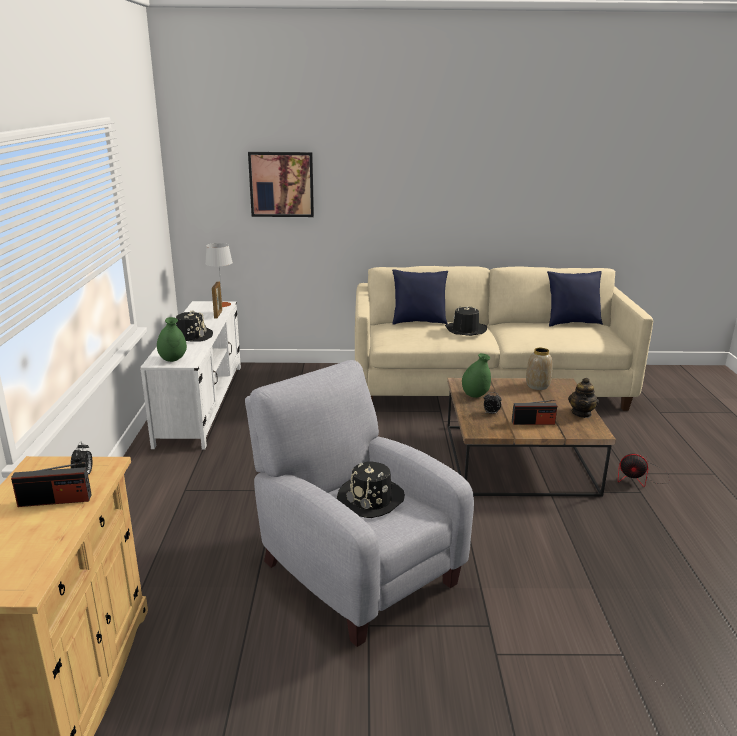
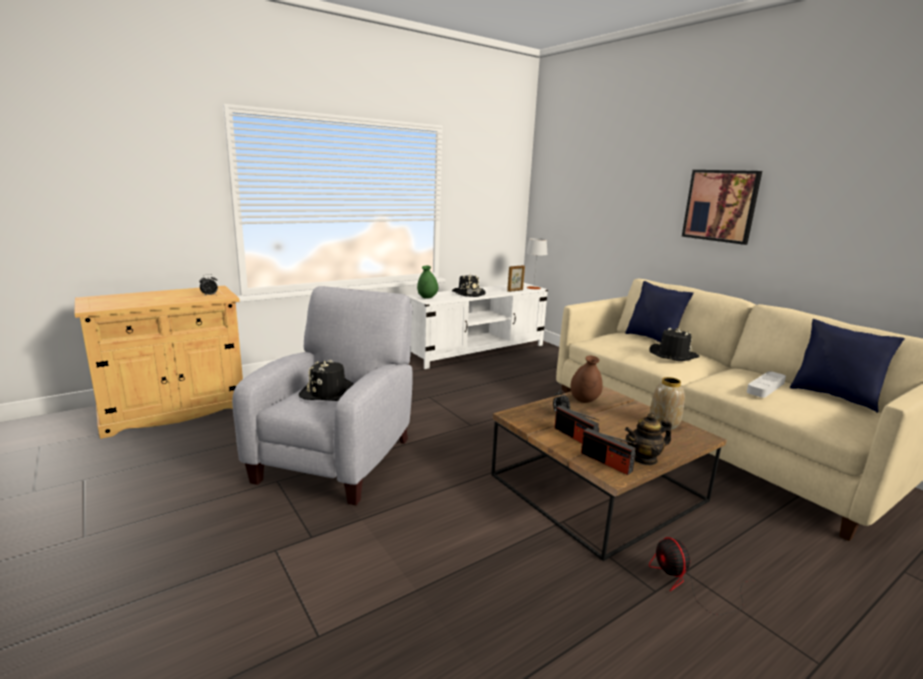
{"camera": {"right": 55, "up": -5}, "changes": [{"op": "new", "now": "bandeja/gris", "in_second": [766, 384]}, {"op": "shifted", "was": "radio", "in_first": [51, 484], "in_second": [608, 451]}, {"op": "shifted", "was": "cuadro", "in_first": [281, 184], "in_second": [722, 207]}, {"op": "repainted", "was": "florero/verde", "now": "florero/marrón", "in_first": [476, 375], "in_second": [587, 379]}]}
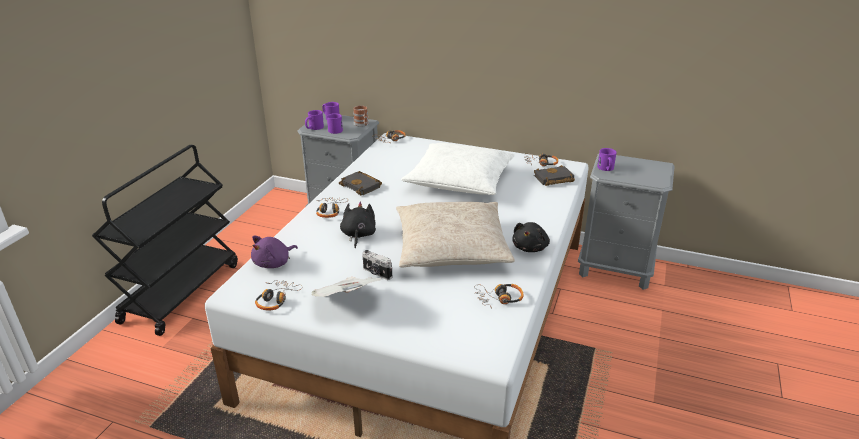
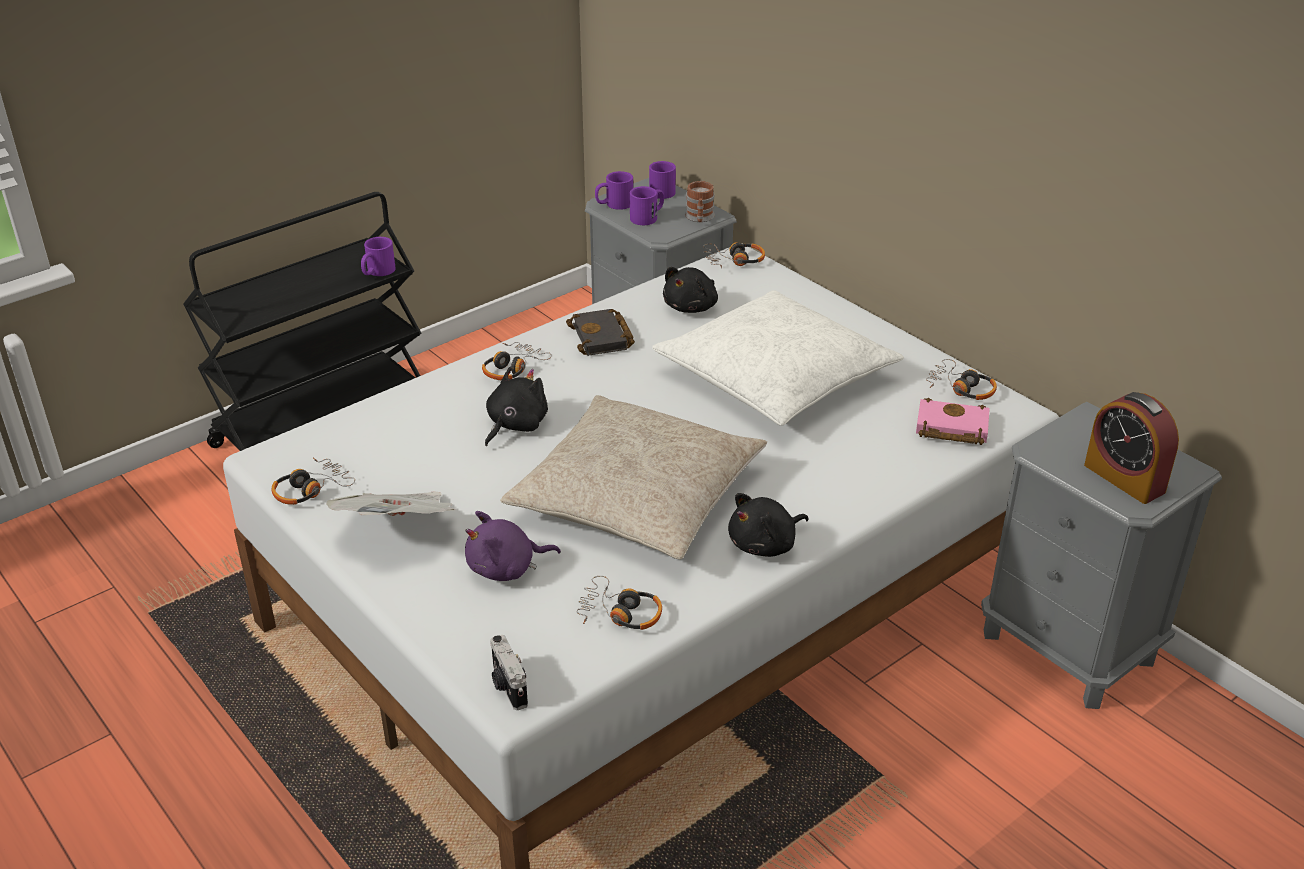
{"camera": {"right": 30, "up": 5}, "changes": [{"op": "new", "now": "peluche/negro", "in_second": [690, 290]}, {"op": "new", "now": "despertador", "in_second": [1131, 448]}, {"op": "shifted", "was": "peluche/morado", "in_first": [274, 252], "in_second": [513, 546]}, {"op": "shifted", "was": "cámara", "in_first": [377, 265], "in_second": [509, 672]}, {"op": "shifted", "was": "taza grande/morado", "in_first": [607, 159], "in_second": [378, 256]}, {"op": "repainted", "was": "libro/negro", "now": "libro/rosa", "in_first": [554, 175], "in_second": [953, 421]}]}
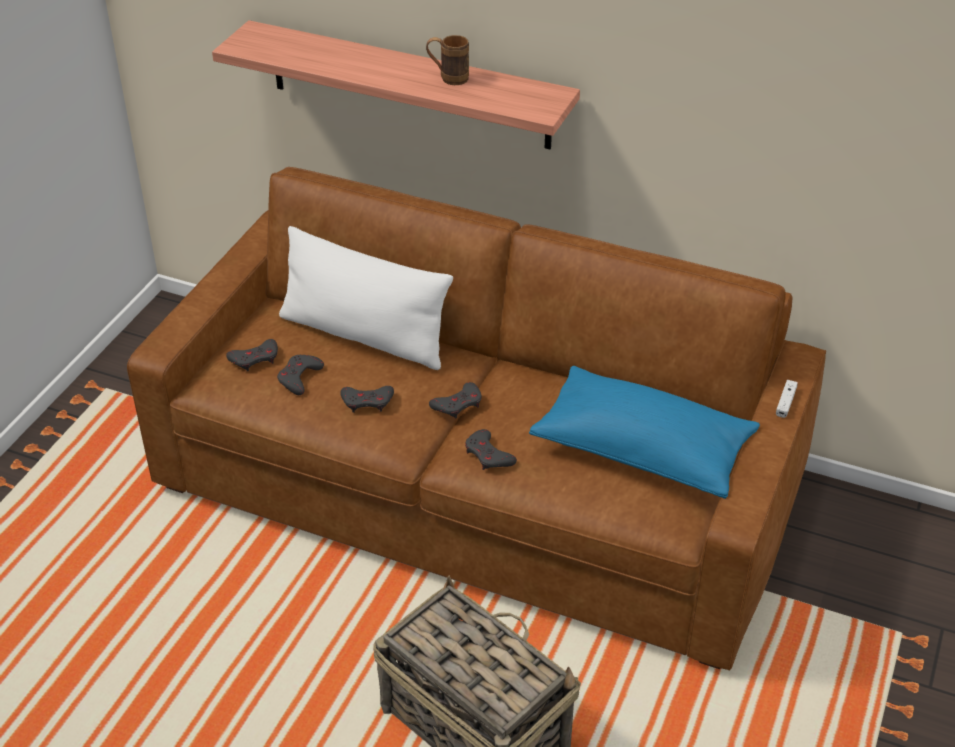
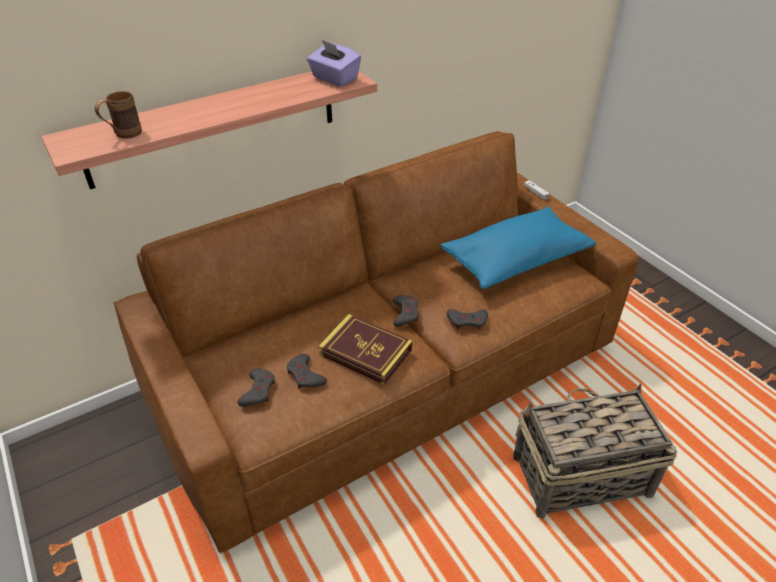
{"camera": {"right": -55, "up": 0}, "changes": [{"op": "gone", "was": "cojín/blanco", "in_first": [366, 298]}, {"op": "new", "now": "caja de pañuelos/morado", "in_second": [334, 63]}, {"op": "shifted", "was": "taza grande/marrón", "in_first": [447, 60], "in_second": [118, 115]}, {"op": "swapped", "was": "mando de consola/gris", "now": "libro", "in_first": [367, 399], "in_second": [365, 349]}]}
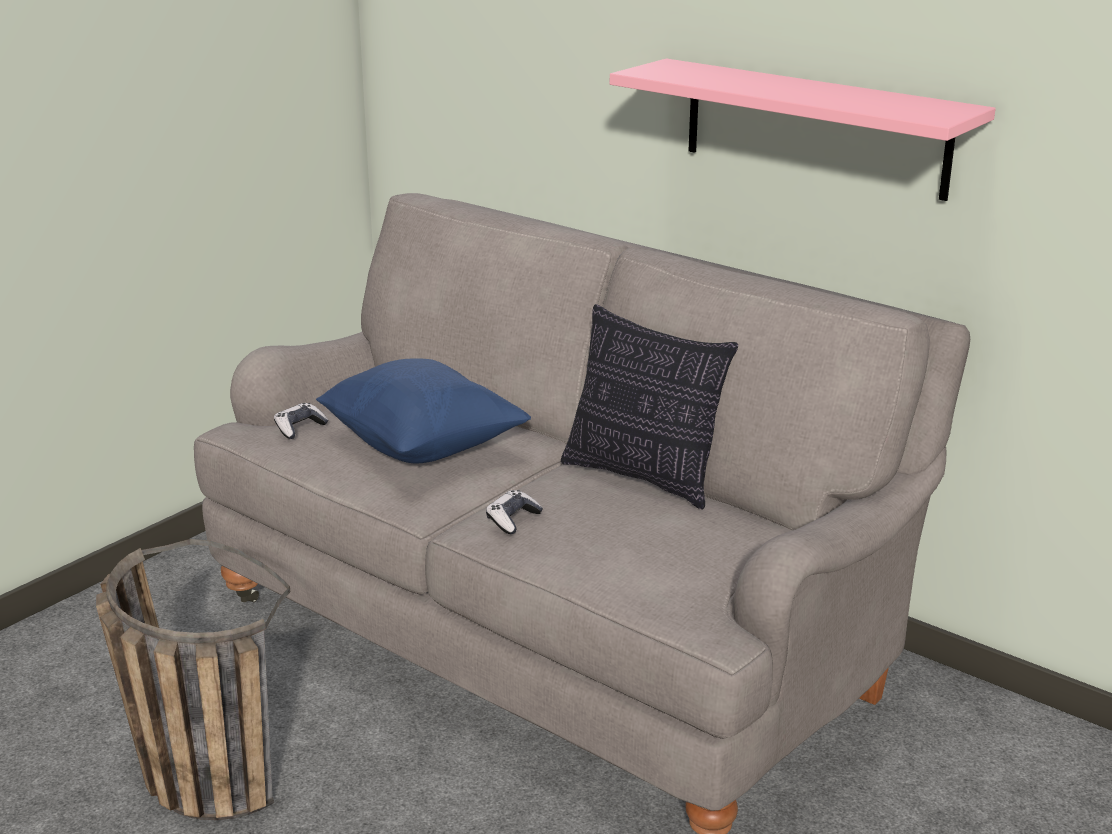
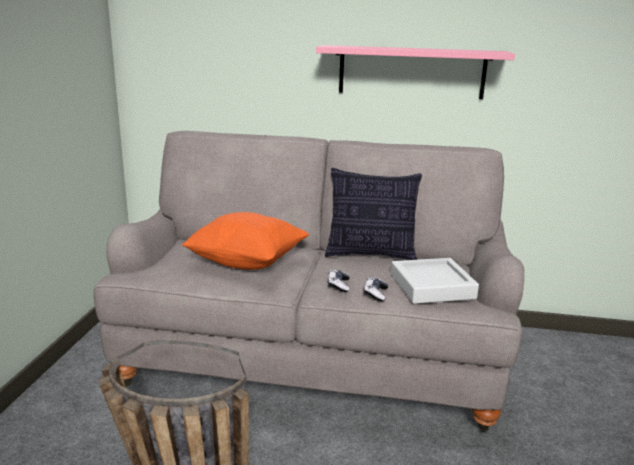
{"camera": {"right": -30, "up": -5}, "changes": [{"op": "new", "now": "bandeja/gris", "in_second": [435, 281]}, {"op": "shifted", "was": "mando de consola", "in_first": [301, 421], "in_second": [376, 289]}, {"op": "repainted", "was": "cojín/azul", "now": "cojín/naranja", "in_first": [423, 411], "in_second": [245, 241]}]}
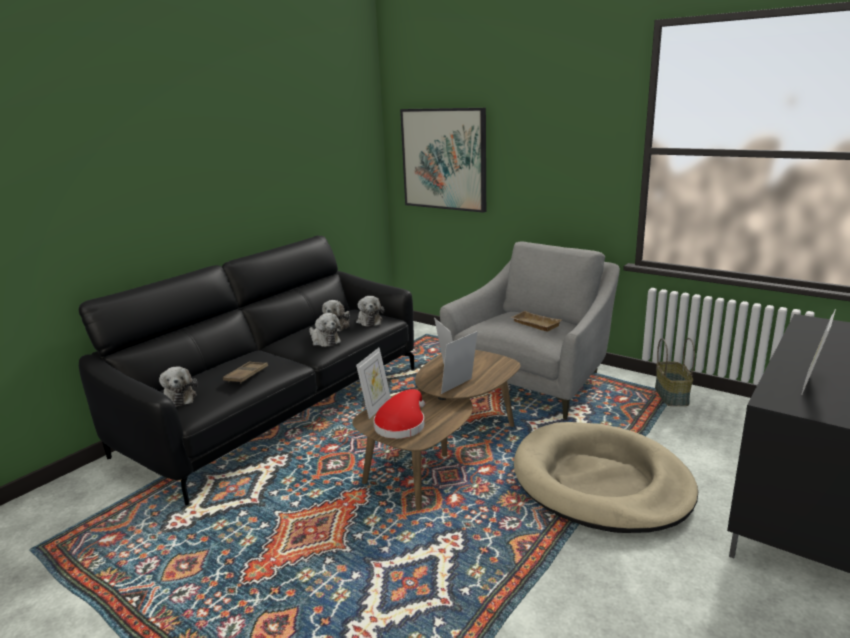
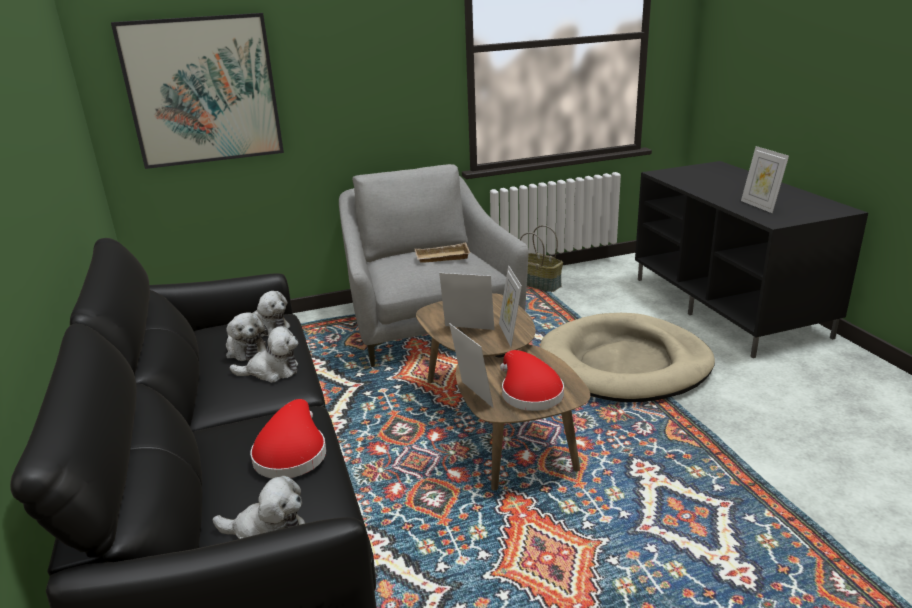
{"camera": {"right": -55, "up": 5}, "changes": [{"op": "swapped", "was": "bandeja/marrón", "now": "sombrero/rojo", "in_first": [245, 372], "in_second": [288, 439]}]}
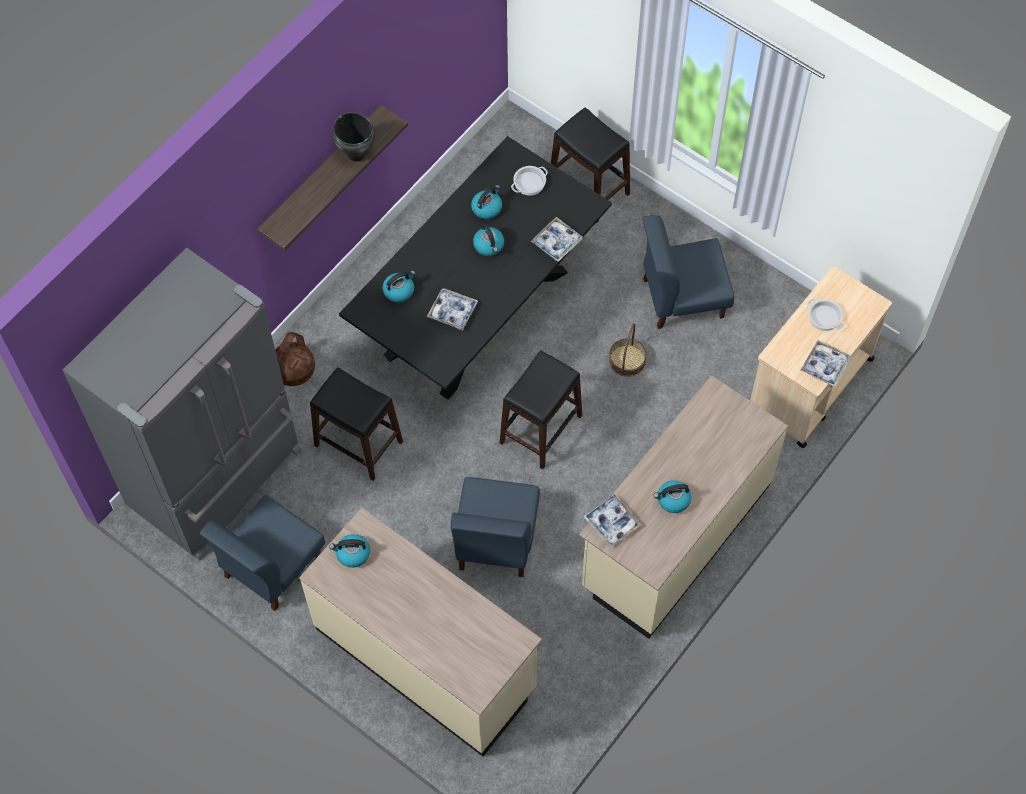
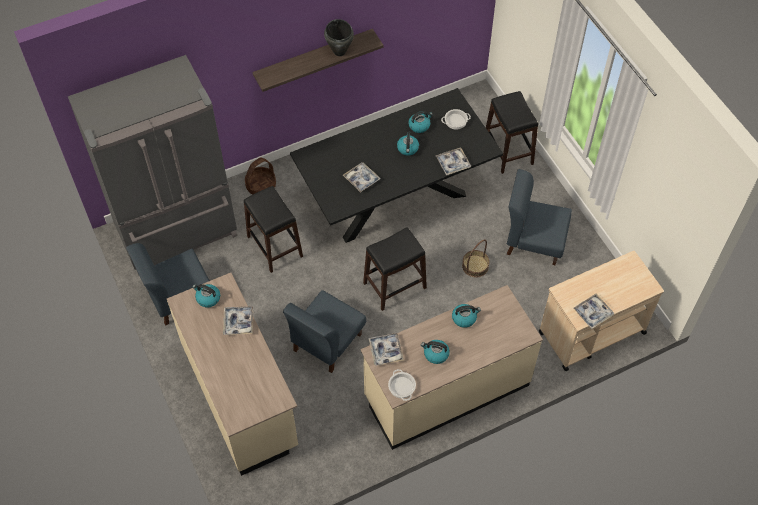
{"camera": {"right": 25, "up": -5}, "changes": [{"op": "new", "now": "bandeja", "in_second": [238, 320]}, {"op": "shifted", "was": "hervidor", "in_first": [399, 287], "in_second": [466, 316]}, {"op": "shifted", "was": "olla", "in_first": [825, 315], "in_second": [402, 385]}]}
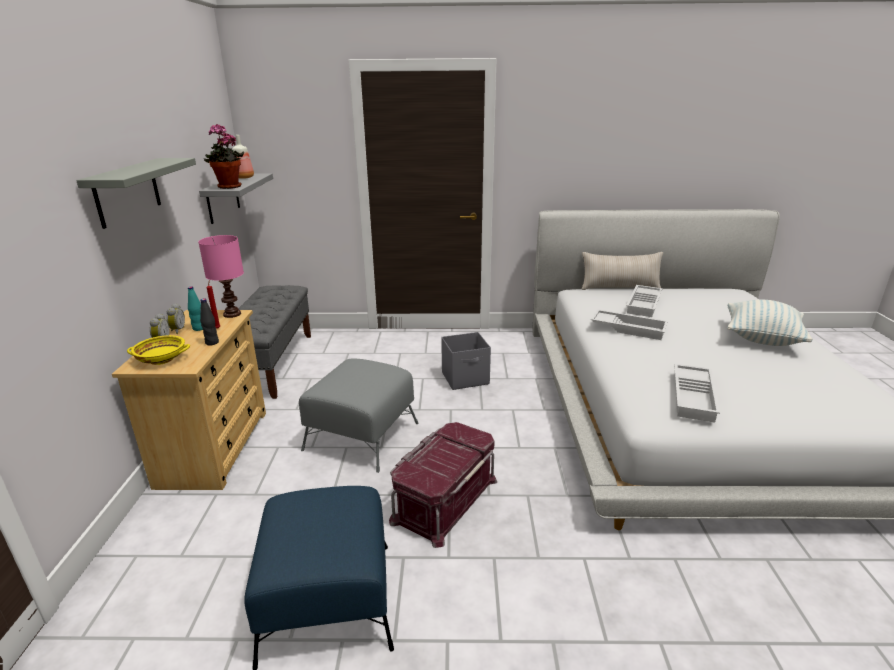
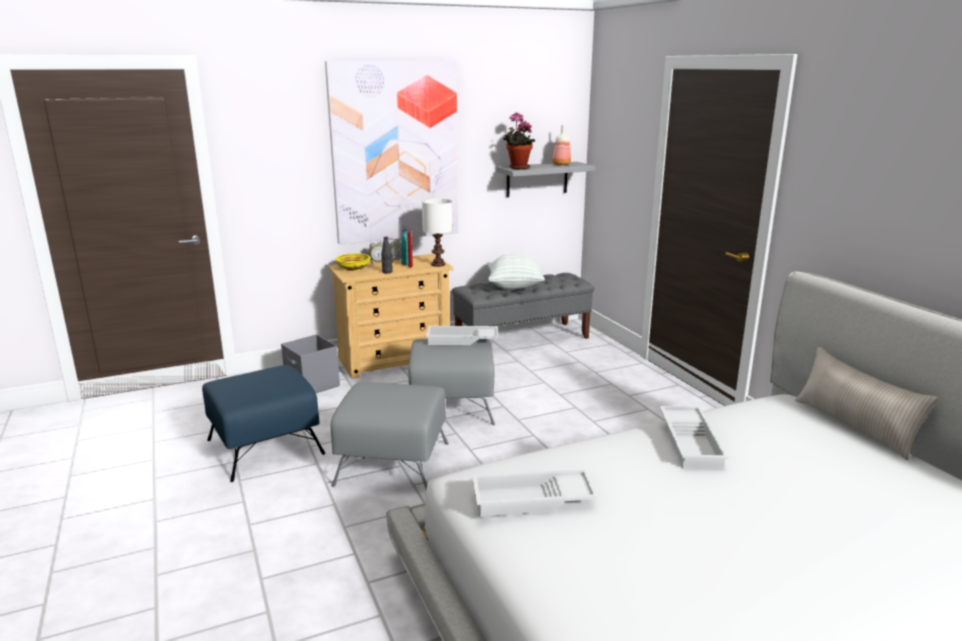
{"camera": {"right": 65, "up": -5}, "changes": [{"op": "shifted", "was": "caja de almacenaje/gris", "in_first": [466, 361], "in_second": [310, 364]}, {"op": "shifted", "was": "bandeja/blanco", "in_first": [644, 301], "in_second": [462, 335]}, {"op": "shifted", "was": "cojín", "in_first": [769, 323], "in_second": [516, 272]}, {"op": "swapped", "was": "estante/gris", "now": "cuadro", "in_first": [136, 193], "in_second": [392, 153]}, {"op": "swapped", "was": "caja de almacenaje/rojo", "now": "puf/gris", "in_first": [443, 485], "in_second": [390, 436]}, {"op": "repainted", "was": "lámpara de mesa/rosa", "now": "lámpara de mesa/blanco", "in_first": [221, 276], "in_second": [437, 233]}]}
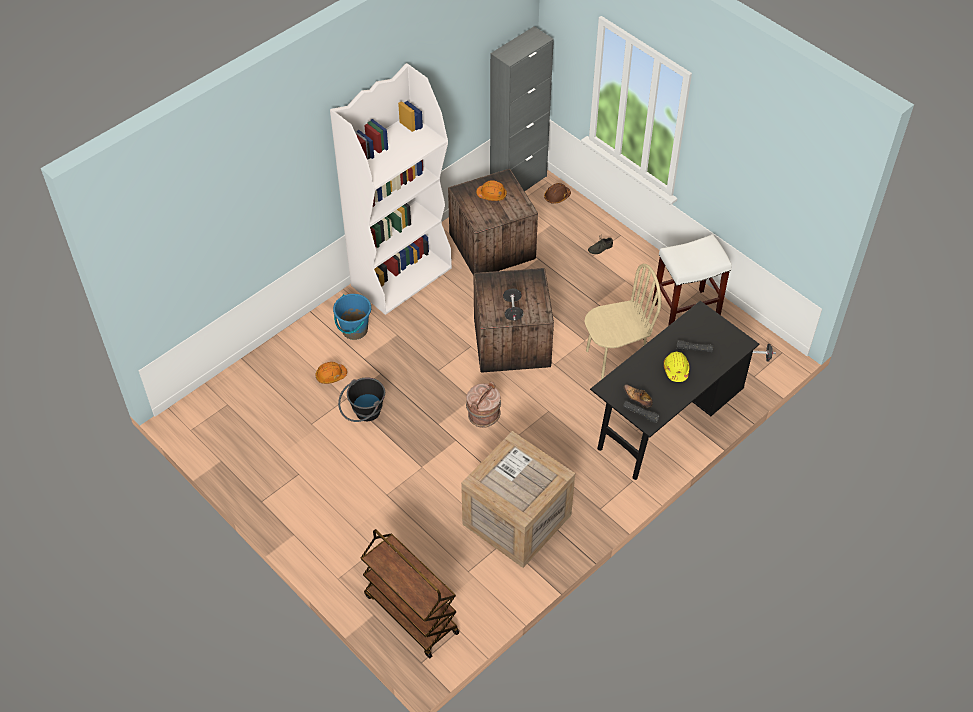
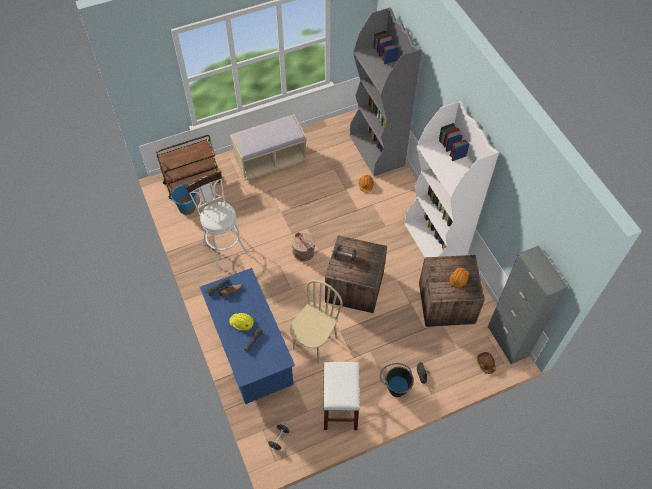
{"camera": {"right": 110, "up": 5}, "changes": [{"op": "new", "now": "banco/beis", "in_second": [268, 147]}, {"op": "new", "now": "estantería/gris", "in_second": [386, 92]}, {"op": "shifted", "was": "cubo/azul", "in_first": [352, 317], "in_second": [183, 199]}, {"op": "shifted", "was": "cubo/negro", "in_first": [361, 399], "in_second": [397, 380]}, {"op": "swapped", "was": "caja de embalaje", "now": "taburete/blanco", "in_first": [518, 499], "in_second": [216, 220]}, {"op": "repainted", "was": "escritorio/negro", "now": "escritorio/azul", "in_first": [675, 390], "in_second": [247, 336]}, {"op": "rotated", "was": "silla/beis", "in_first": [622, 322], "in_second": [316, 322], "clockwise": -150}]}
